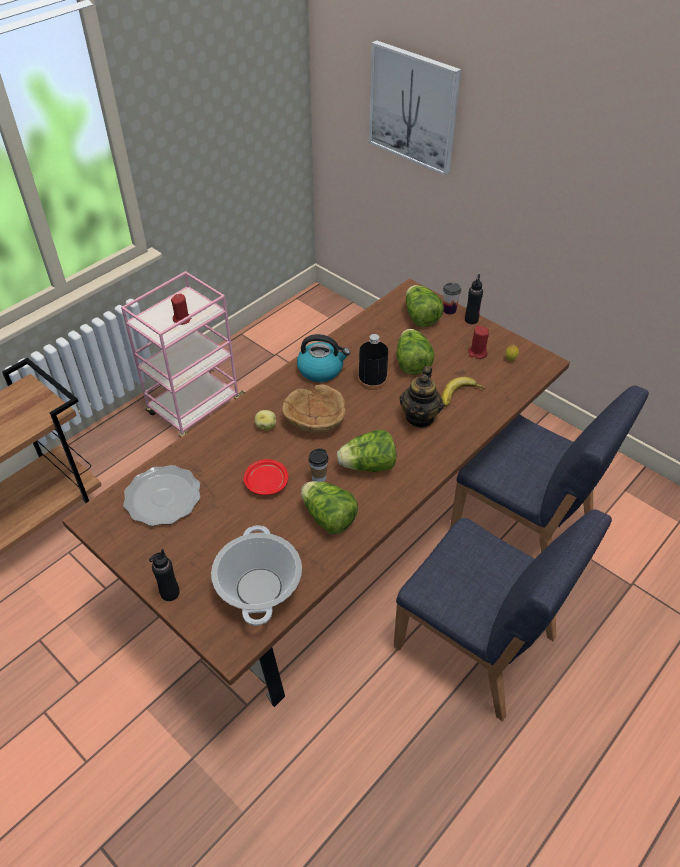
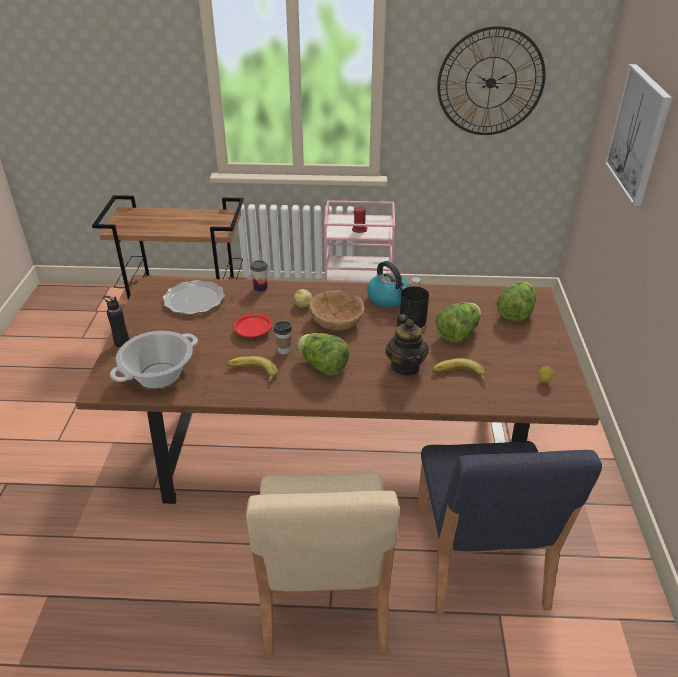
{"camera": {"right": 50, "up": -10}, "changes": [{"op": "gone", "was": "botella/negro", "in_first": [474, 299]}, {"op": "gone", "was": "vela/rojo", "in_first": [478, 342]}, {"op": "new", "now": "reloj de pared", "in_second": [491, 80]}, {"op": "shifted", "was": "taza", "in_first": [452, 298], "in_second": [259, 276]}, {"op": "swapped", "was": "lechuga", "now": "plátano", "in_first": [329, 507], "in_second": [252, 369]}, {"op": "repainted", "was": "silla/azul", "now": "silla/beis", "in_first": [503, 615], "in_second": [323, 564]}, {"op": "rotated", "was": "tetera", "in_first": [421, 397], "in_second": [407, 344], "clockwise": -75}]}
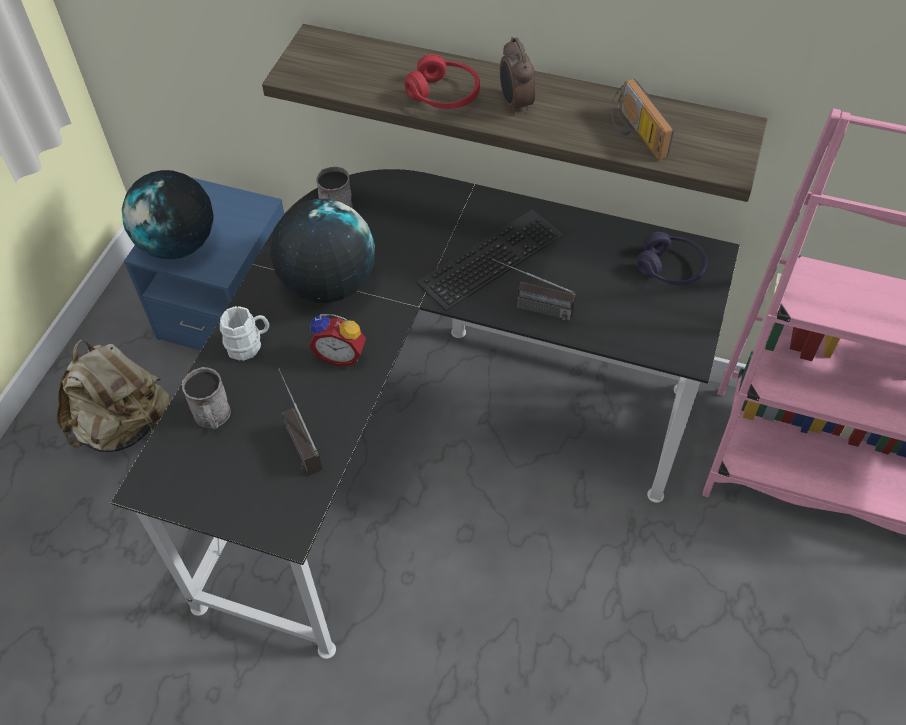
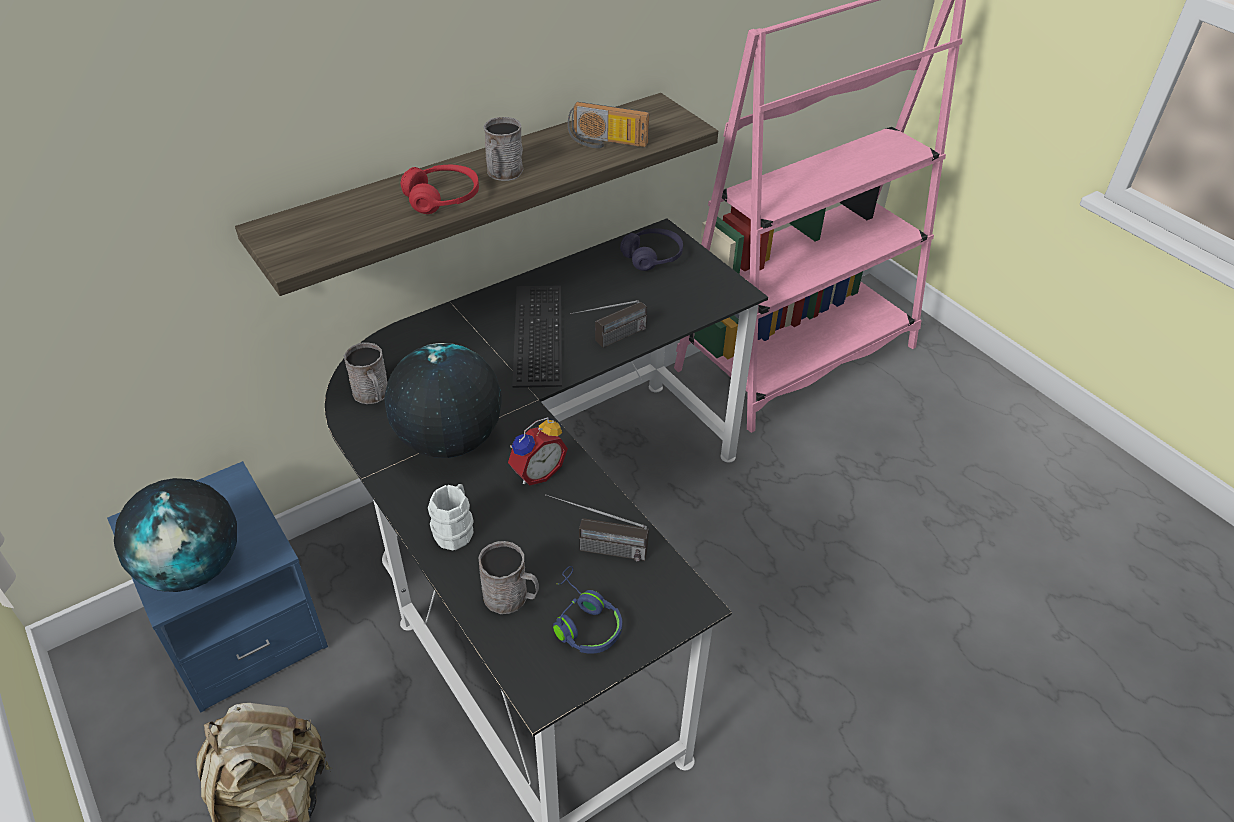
{"camera": {"right": -55, "up": -10}, "changes": [{"op": "new", "now": "auriculares/azul", "in_second": [587, 610]}, {"op": "swapped", "was": "despertador", "now": "taza grande/gris", "in_first": [517, 76], "in_second": [503, 149]}]}
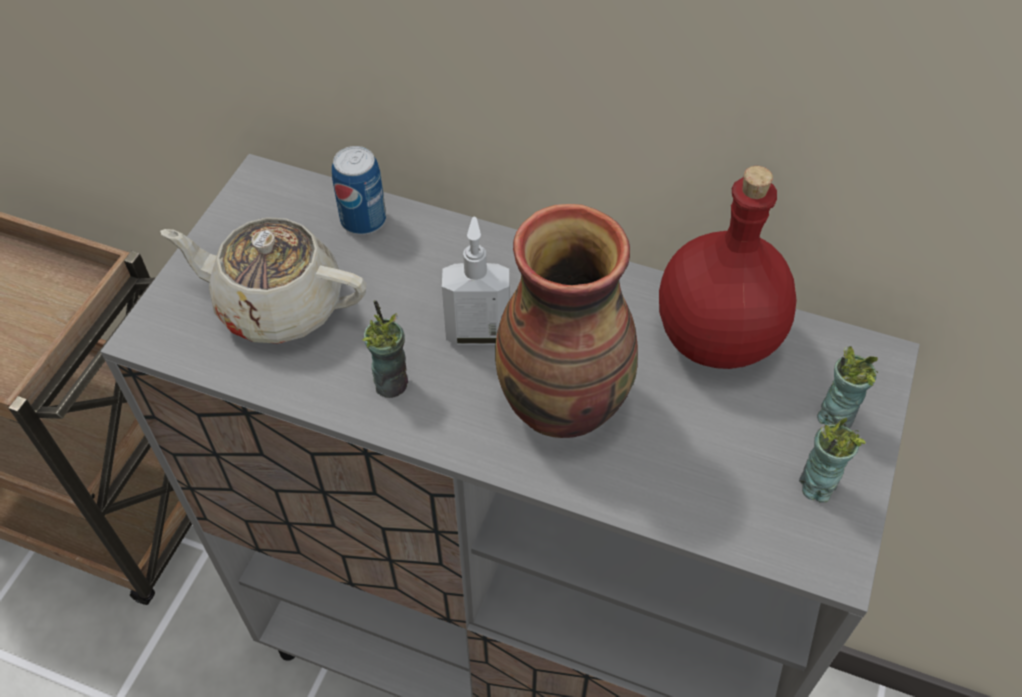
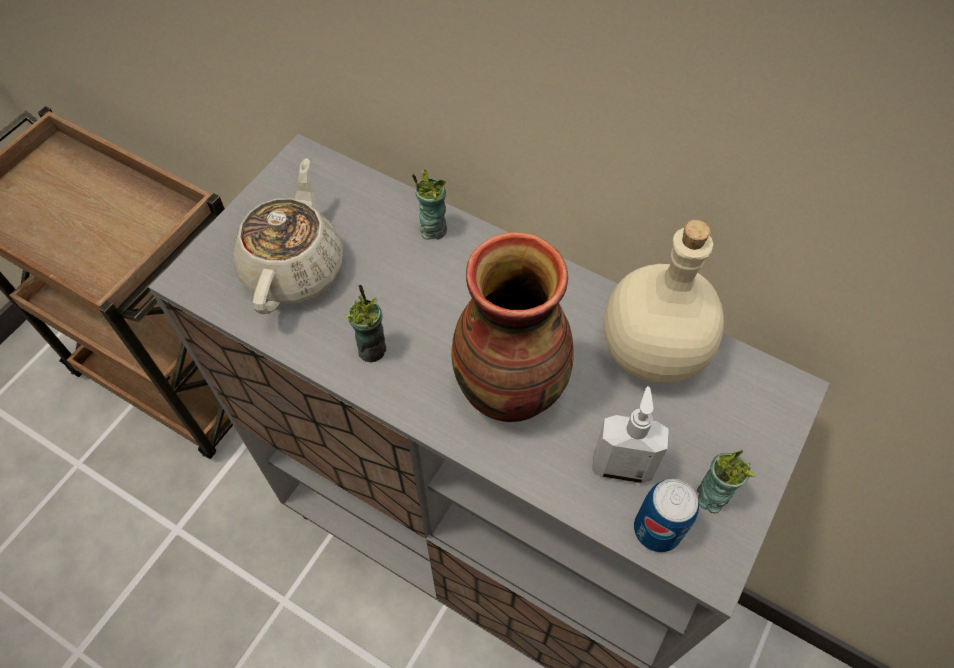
{"camera": {"right": 10, "up": 5}, "changes": [{"op": "shifted", "was": "lata", "in_first": [359, 190], "in_second": [666, 516]}, {"op": "shifted", "was": "dispensador de jabón", "in_first": [475, 280], "in_second": [630, 435]}, {"op": "shifted", "was": "taza", "in_first": [847, 387], "in_second": [429, 205]}, {"op": "repainted", "was": "botella/rojo", "now": "botella/beis", "in_first": [728, 267], "in_second": [664, 301]}, {"op": "rotated", "was": "tetera/beis", "in_first": [263, 280], "in_second": [288, 236], "clockwise": 75}]}
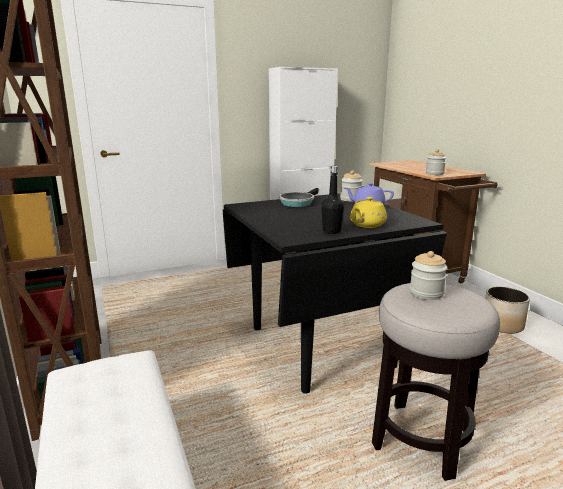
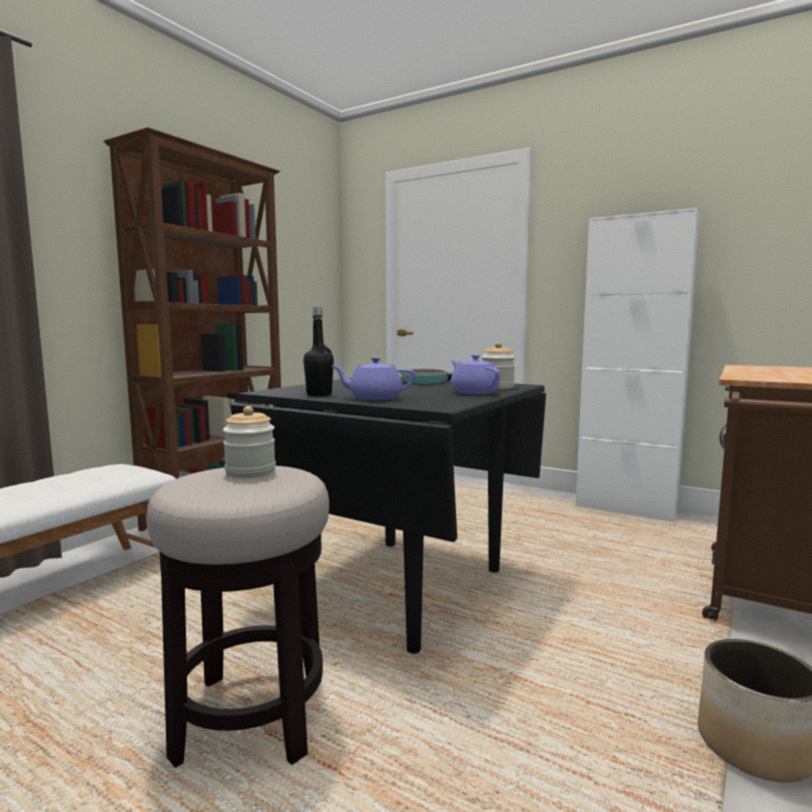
{"camera": {"right": 55, "up": -10}, "changes": [{"op": "gone", "was": "tarro", "in_first": [436, 162]}, {"op": "repainted", "was": "tetera/amarillo", "now": "tetera/morado", "in_first": [368, 212], "in_second": [373, 378]}]}
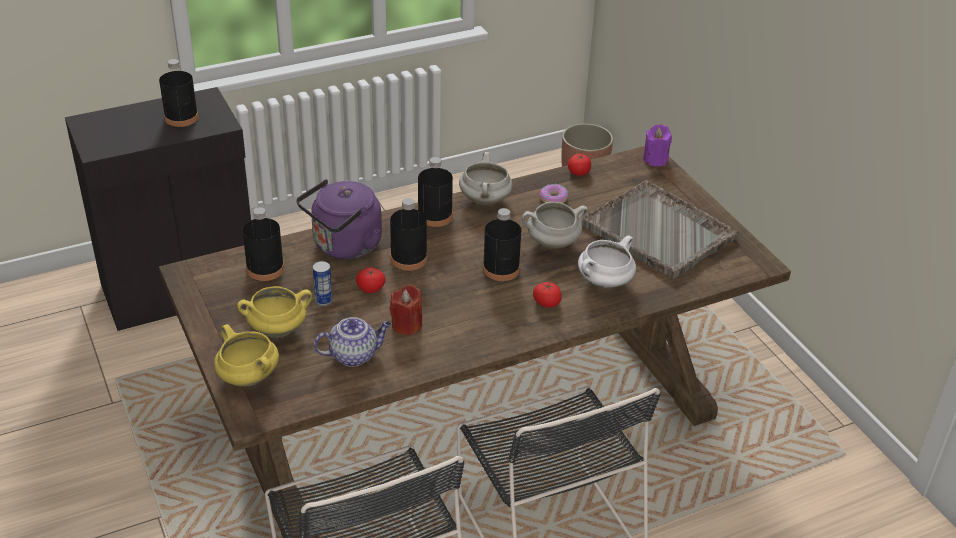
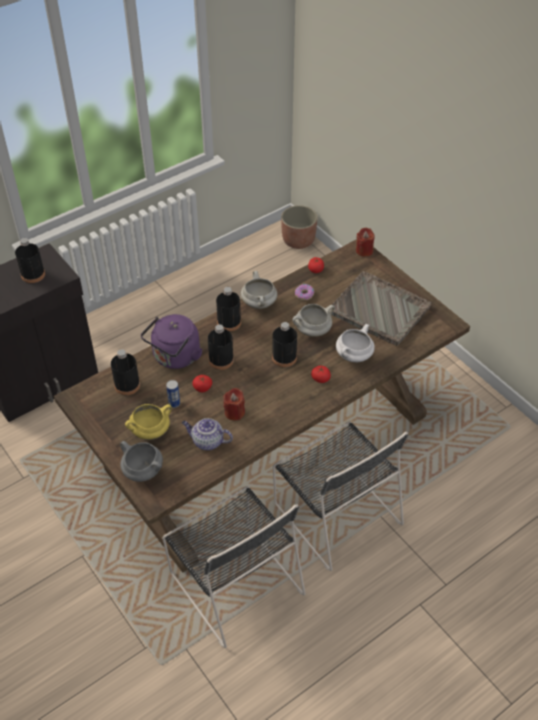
{"camera": {"right": -10, "up": 10}, "changes": [{"op": "repainted", "was": "olla/amarillo", "now": "olla/gris", "in_first": [246, 355], "in_second": [141, 461]}, {"op": "repainted", "was": "vela/morado", "now": "vela/rojo", "in_first": [657, 145], "in_second": [365, 242]}, {"op": "rotated", "was": "tetera", "in_first": [352, 342], "in_second": [207, 434], "clockwise": -135}]}
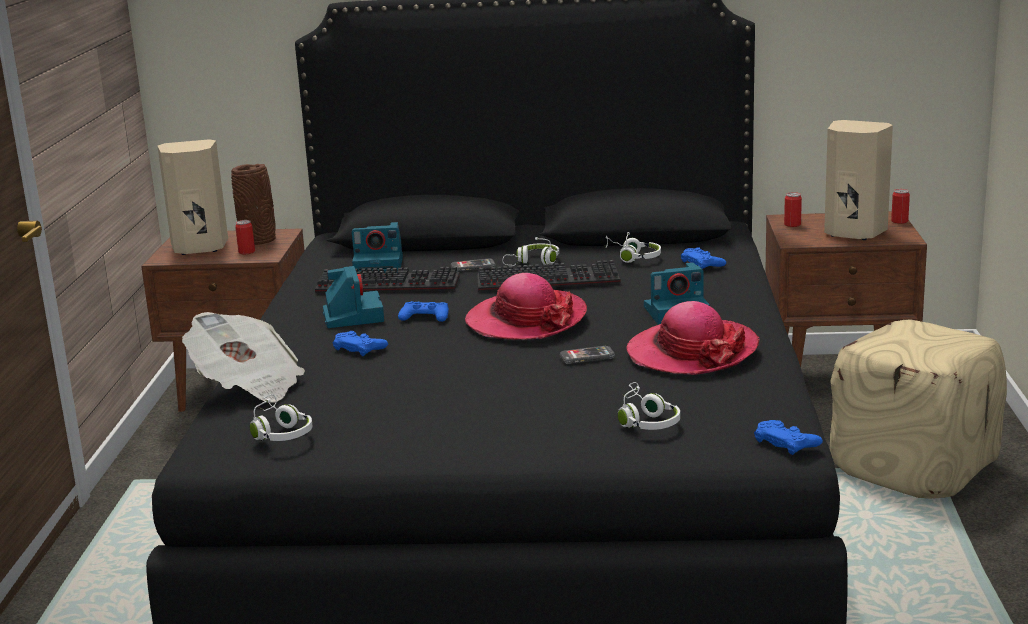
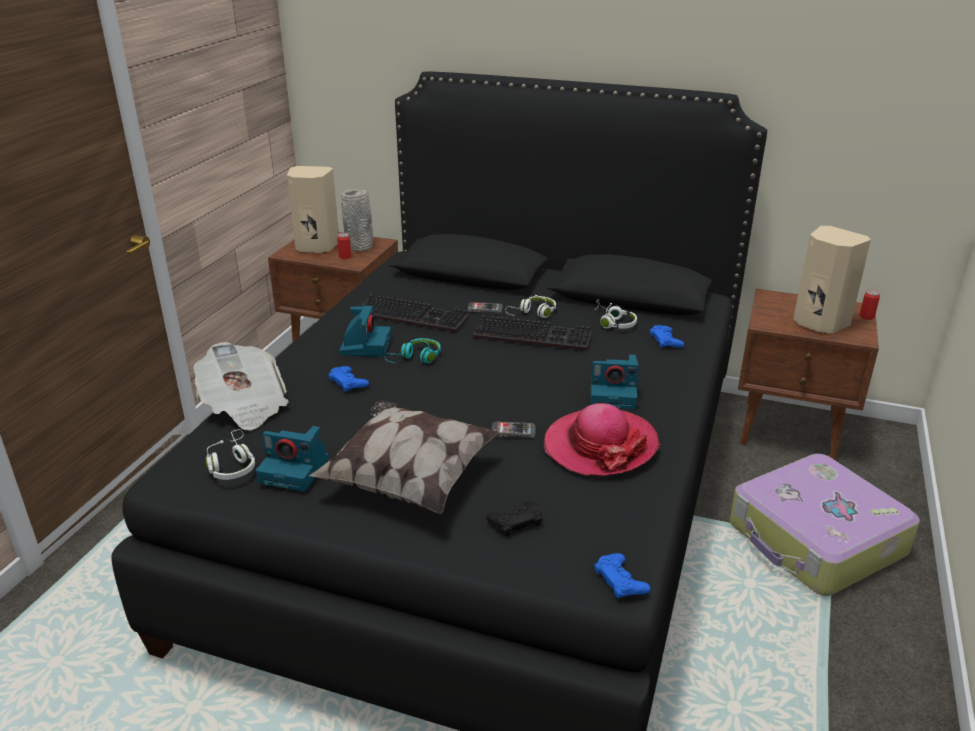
{"camera": {"right": 15, "up": 10}, "changes": [{"op": "gone", "was": "sombrero", "in_first": [526, 306]}, {"op": "gone", "was": "lata", "in_first": [793, 209]}, {"op": "new", "now": "cojín", "in_second": [404, 457]}, {"op": "shifted", "was": "cámara", "in_first": [377, 247], "in_second": [292, 459]}, {"op": "swapped", "was": "mando de consola/azul", "now": "auriculares/turquesa", "in_first": [423, 311], "in_second": [413, 350]}, {"op": "swapped", "was": "auriculares/blanco", "now": "mando de consola/negro", "in_first": [649, 406], "in_second": [515, 518]}, {"op": "swapped", "was": "puf/beis", "now": "maleta", "in_first": [918, 409], "in_second": [825, 525]}, {"op": "repainted", "was": "florero/marrón", "now": "florero/gris", "in_first": [253, 204], "in_second": [357, 220]}]}
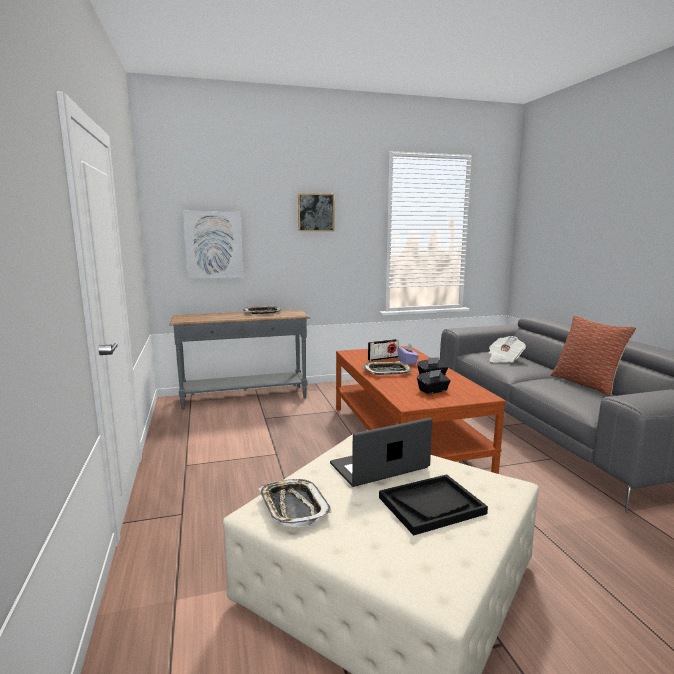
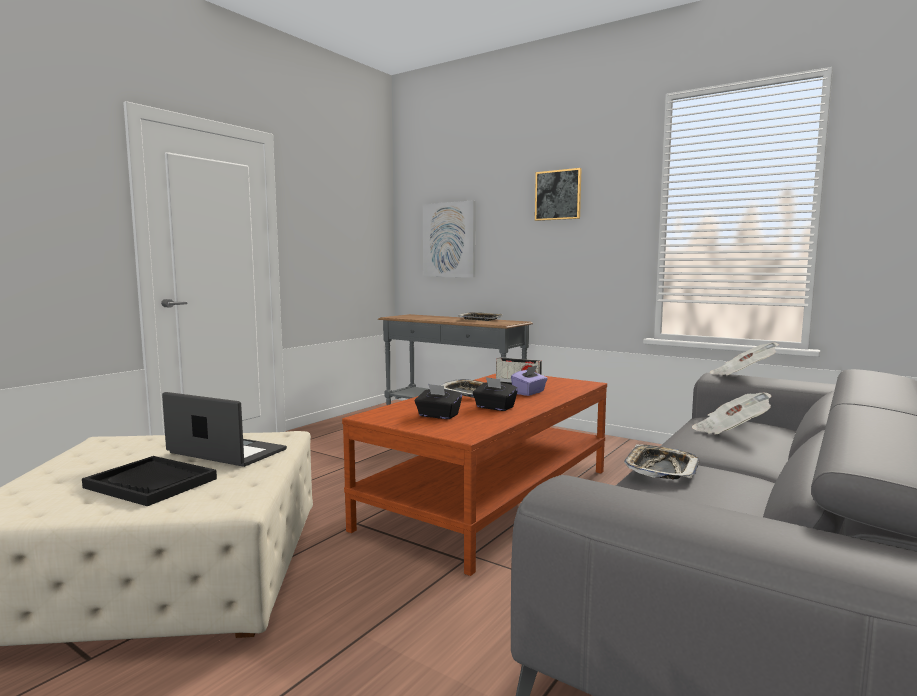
{"camera": {"right": 50, "up": -5}, "changes": [{"op": "gone", "was": "cojín", "in_first": [593, 355]}, {"op": "new", "now": "periódico", "in_second": [744, 359]}, {"op": "shifted", "was": "bandeja", "in_first": [295, 503], "in_second": [662, 462]}]}
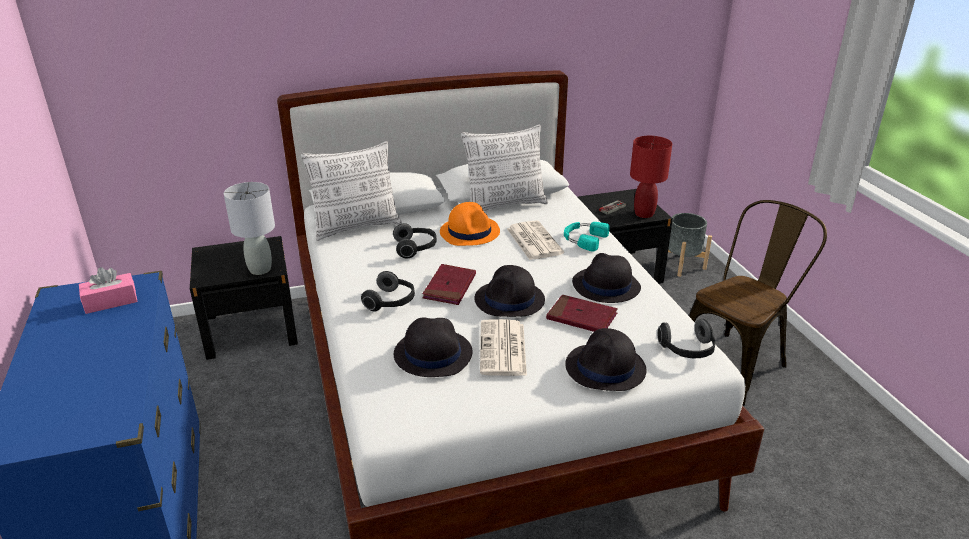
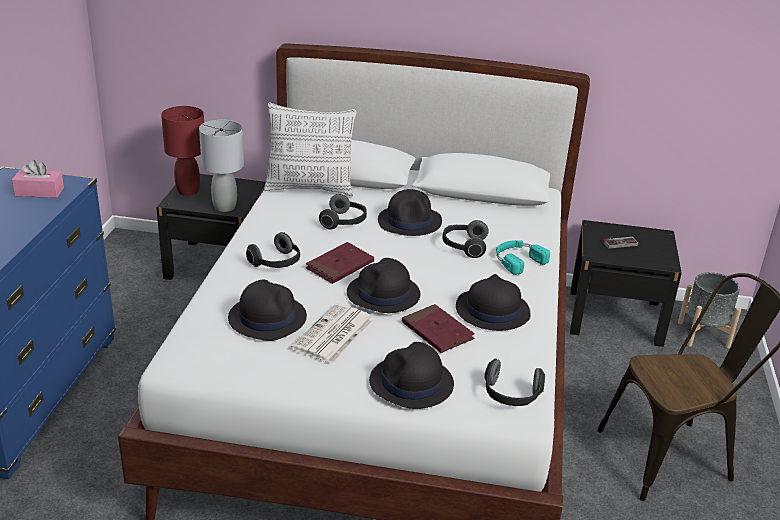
{"camera": {"right": 25, "up": 0}, "changes": [{"op": "gone", "was": "cojín", "in_first": [504, 168]}, {"op": "shifted", "was": "lámpara de mesa/rojo", "in_first": [651, 177], "in_second": [182, 151]}, {"op": "swapped", "was": "periódico", "now": "auriculares", "in_first": [535, 240], "in_second": [465, 239]}, {"op": "repainted", "was": "sombrero/naranja", "now": "sombrero/negro", "in_first": [470, 224], "in_second": [410, 212]}]}
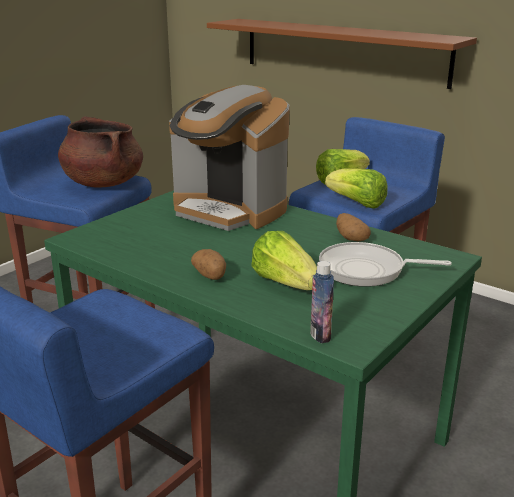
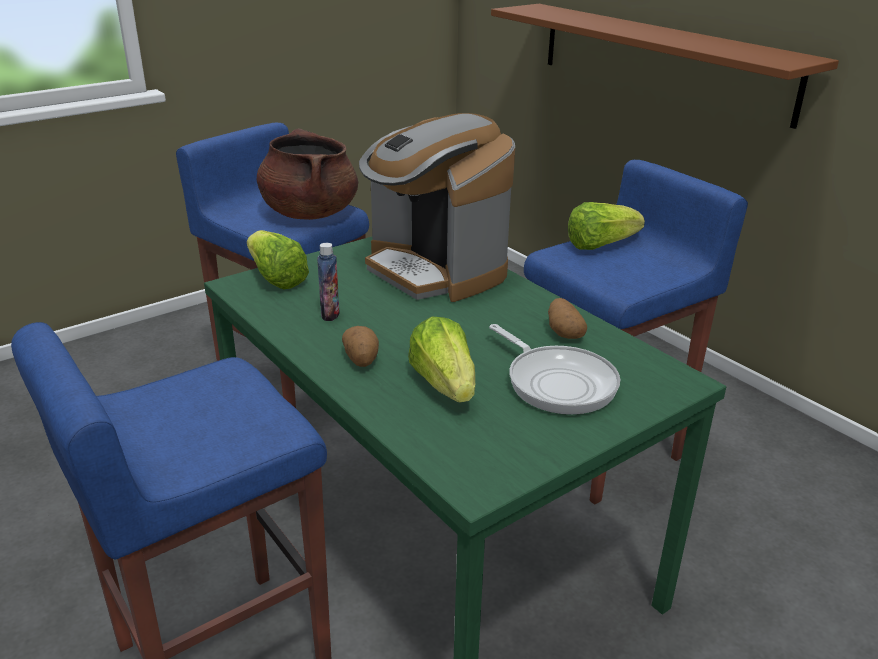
{"camera": {"right": 15, "up": 5}, "changes": [{"op": "shifted", "was": "botella", "in_first": [322, 302], "in_second": [328, 282]}, {"op": "shifted", "was": "lechuga", "in_first": [356, 188], "in_second": [278, 259]}, {"op": "rotated", "was": "sartén", "in_first": [385, 264], "in_second": [554, 369], "clockwise": -150}]}
